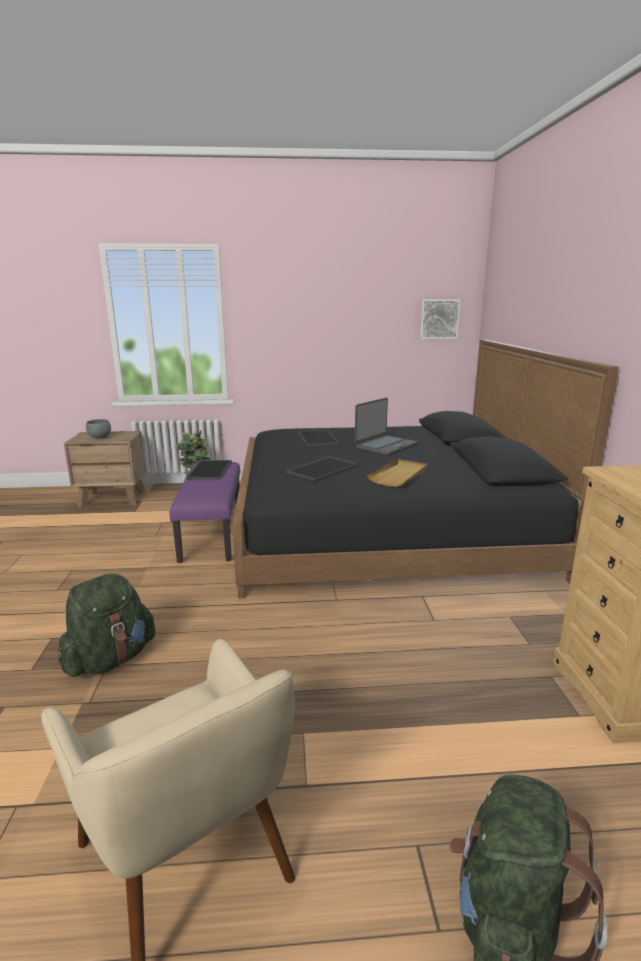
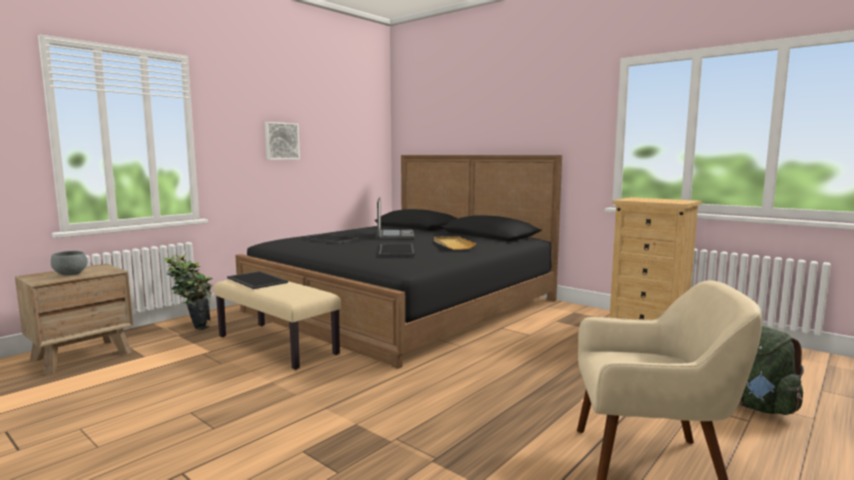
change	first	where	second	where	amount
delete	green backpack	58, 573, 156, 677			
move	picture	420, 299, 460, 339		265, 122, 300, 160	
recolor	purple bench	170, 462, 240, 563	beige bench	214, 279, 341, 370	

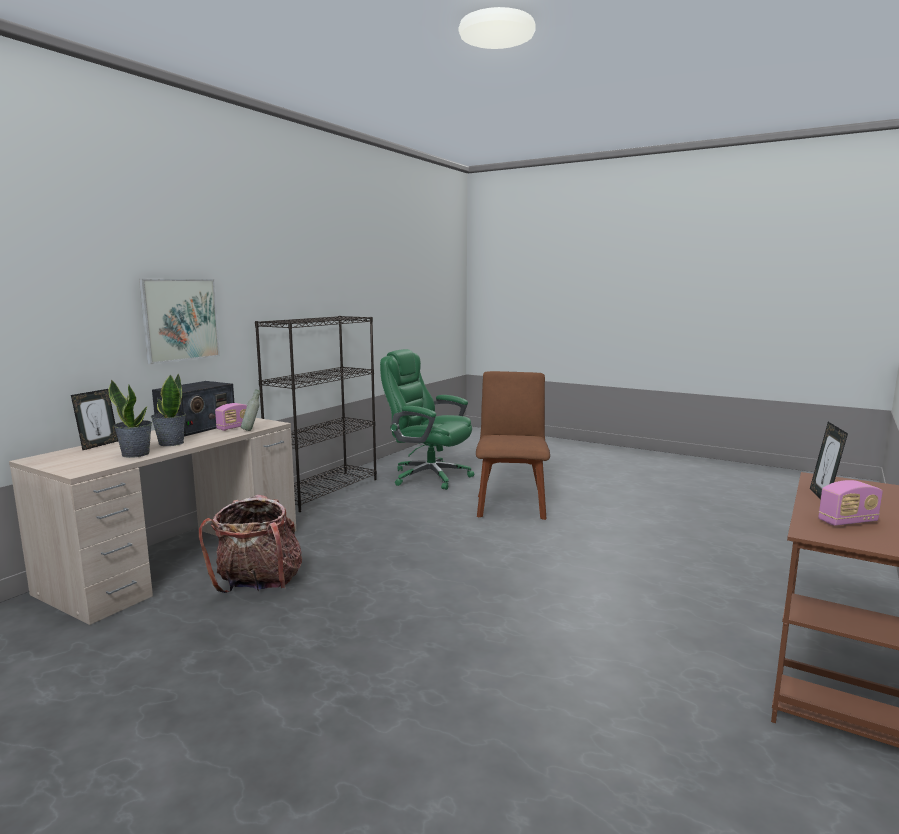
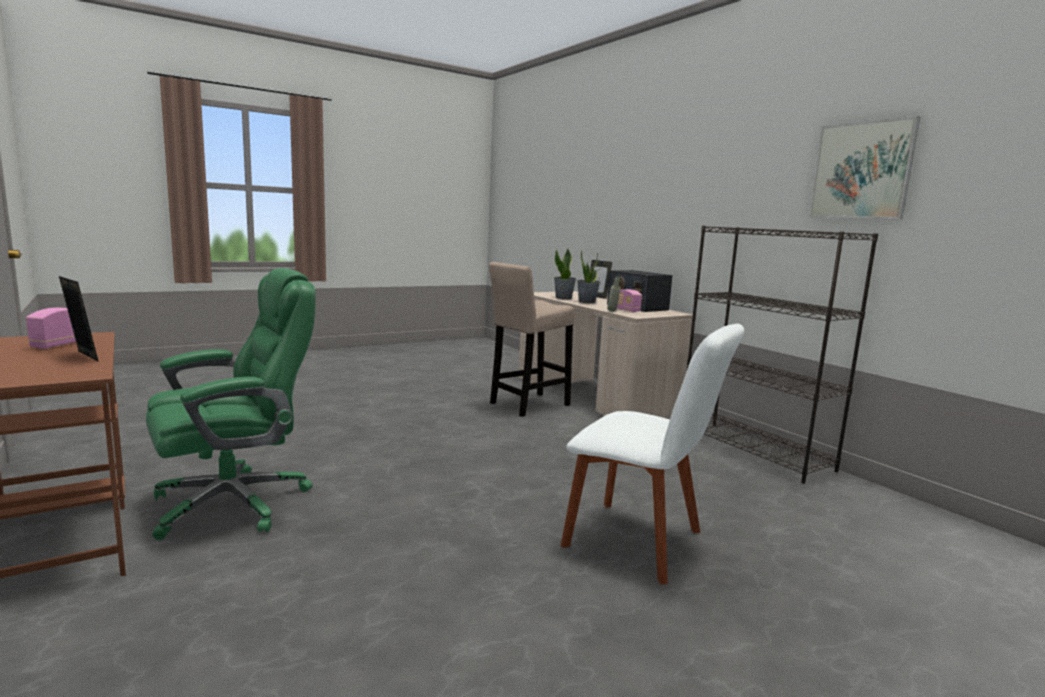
change	first	where	second	where	amount
move	picture	139, 279, 220, 364		809, 116, 920, 219	
move	green office chair	380, 349, 475, 490		146, 268, 316, 540	
replace	backpack	199, 495, 302, 593	beige stool	489, 262, 575, 417	
recolor	brown chair	476, 371, 550, 520	white chair	561, 324, 744, 585	

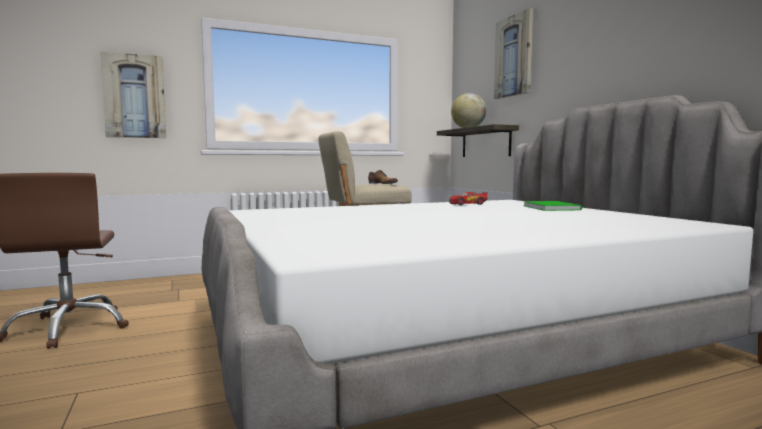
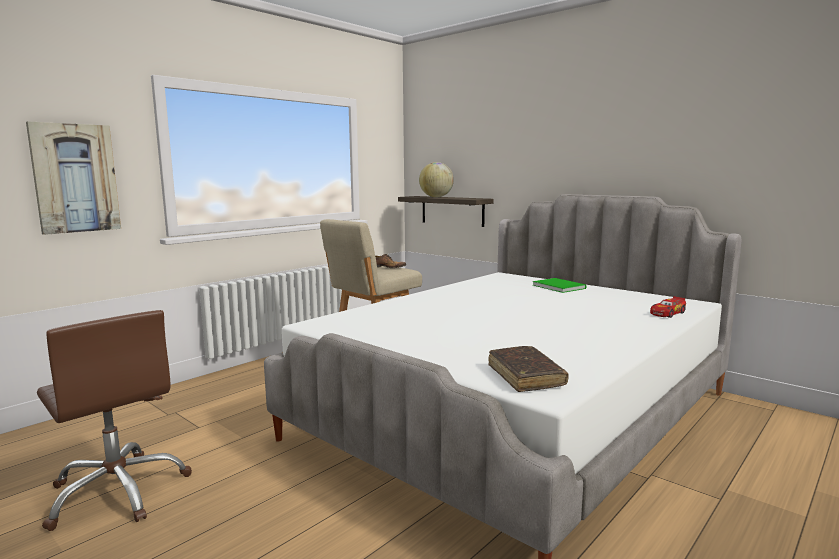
change	first	where	second	where	amount
delete	picture	494, 8, 533, 99			
insert			brown book	488, 346, 569, 392	
move	toy car	449, 192, 488, 205		650, 296, 686, 318	

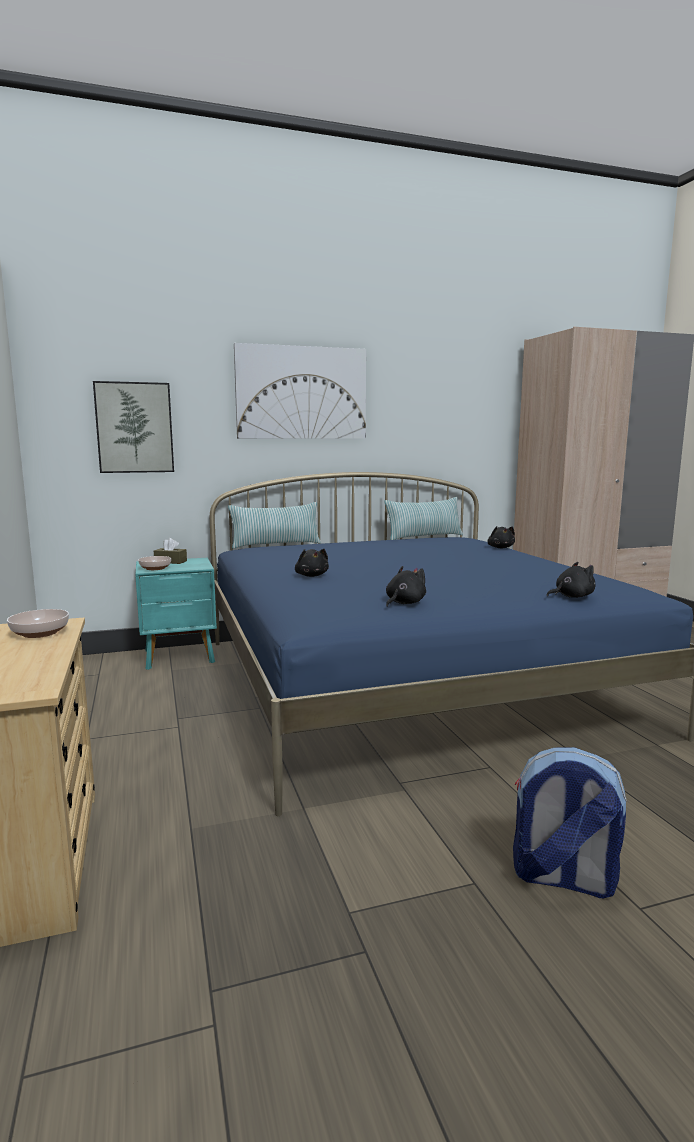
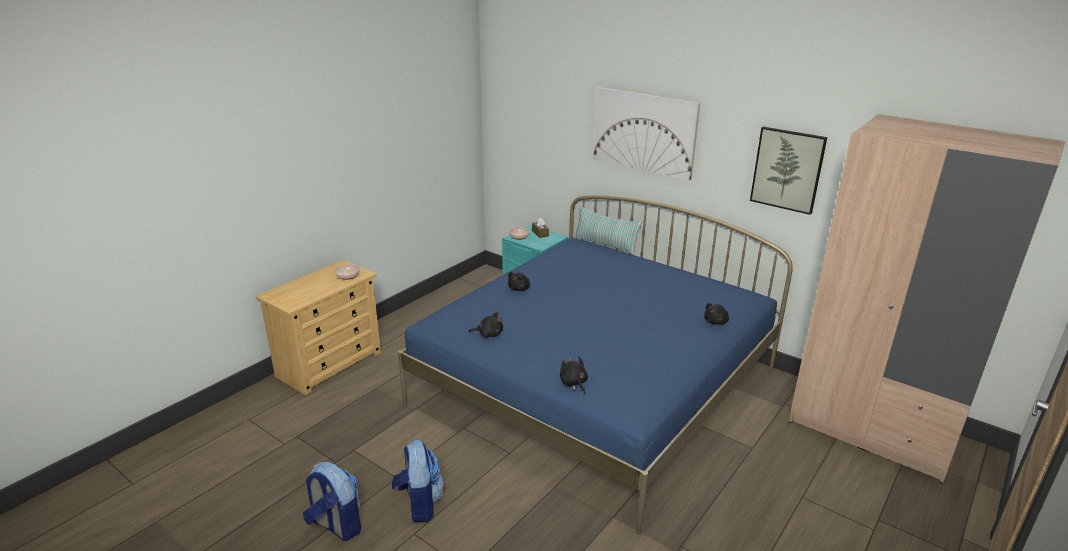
change	first	where	second	where	amount
delete	pillow	384, 497, 463, 540			
insert			backpack	303, 462, 361, 541	
move	picture	93, 381, 174, 473		750, 127, 827, 215	
rotate	black plush toy	547, 562, 596, 598		560, 357, 588, 394	150 degrees counterclockwise

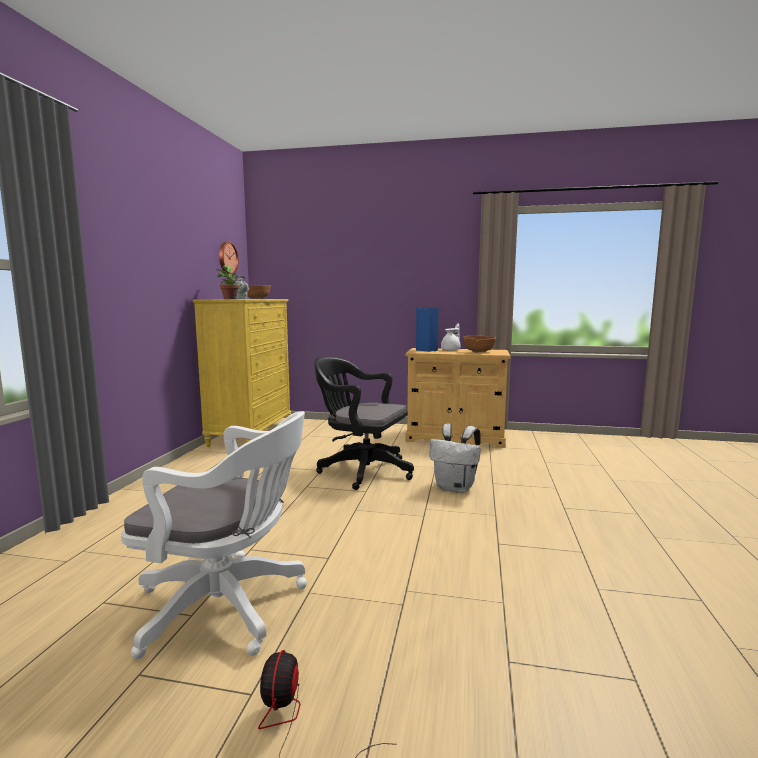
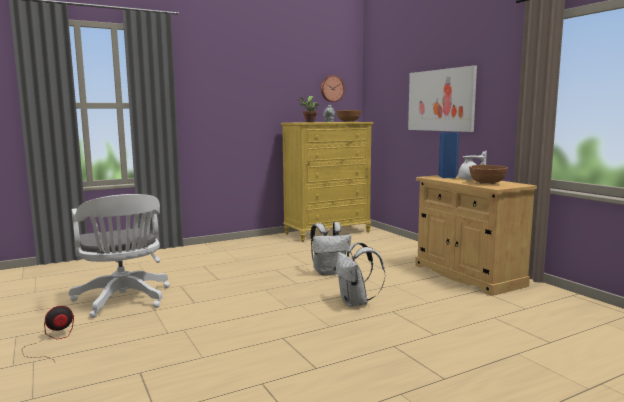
change	first	where	second	where	amount
insert			picture	408, 65, 477, 132	
replace	black office chair	314, 357, 414, 490	white backpack	310, 222, 351, 276	

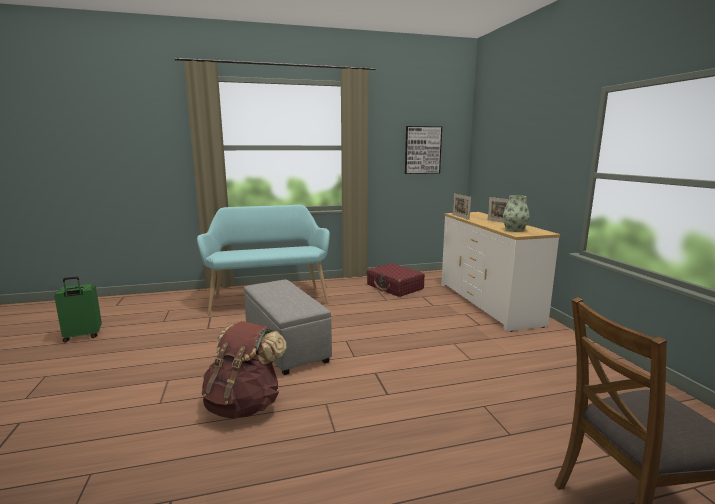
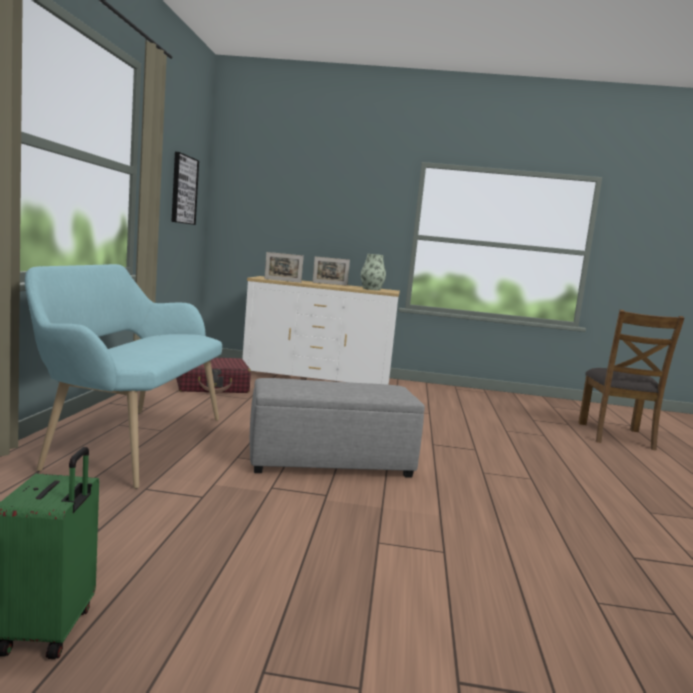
change	first	where	second	where	amount
delete	brown backpack	202, 321, 286, 419			

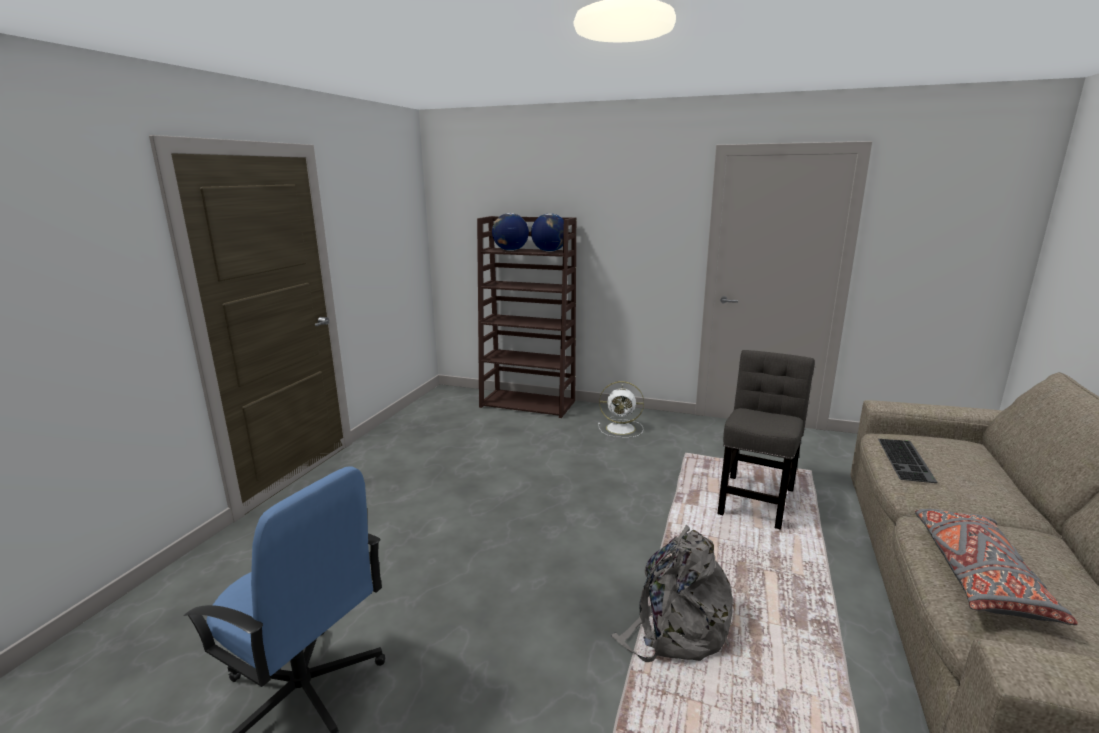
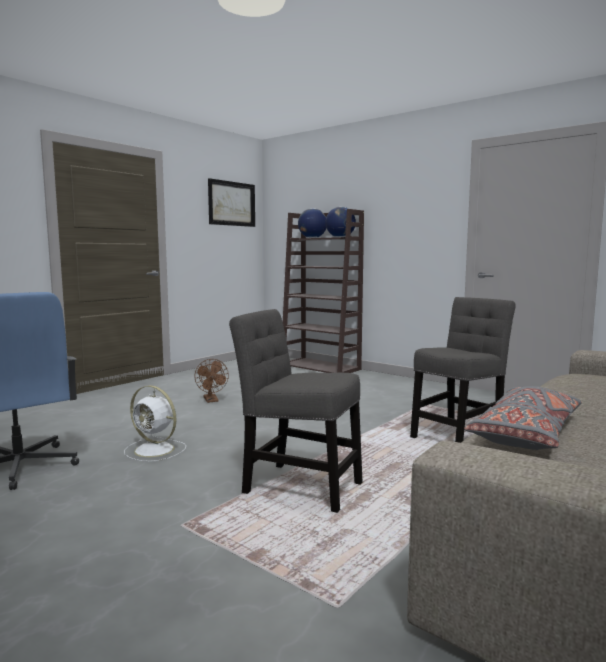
change	first	where	second	where	amount
delete	keyboard	878, 439, 938, 483			
insert			brown fan	195, 359, 229, 403	
insert			picture	208, 178, 255, 227	
move	white fan	598, 381, 644, 438		124, 385, 186, 462	
replace	grey backpack	611, 525, 733, 662	grey chair	229, 309, 363, 513	

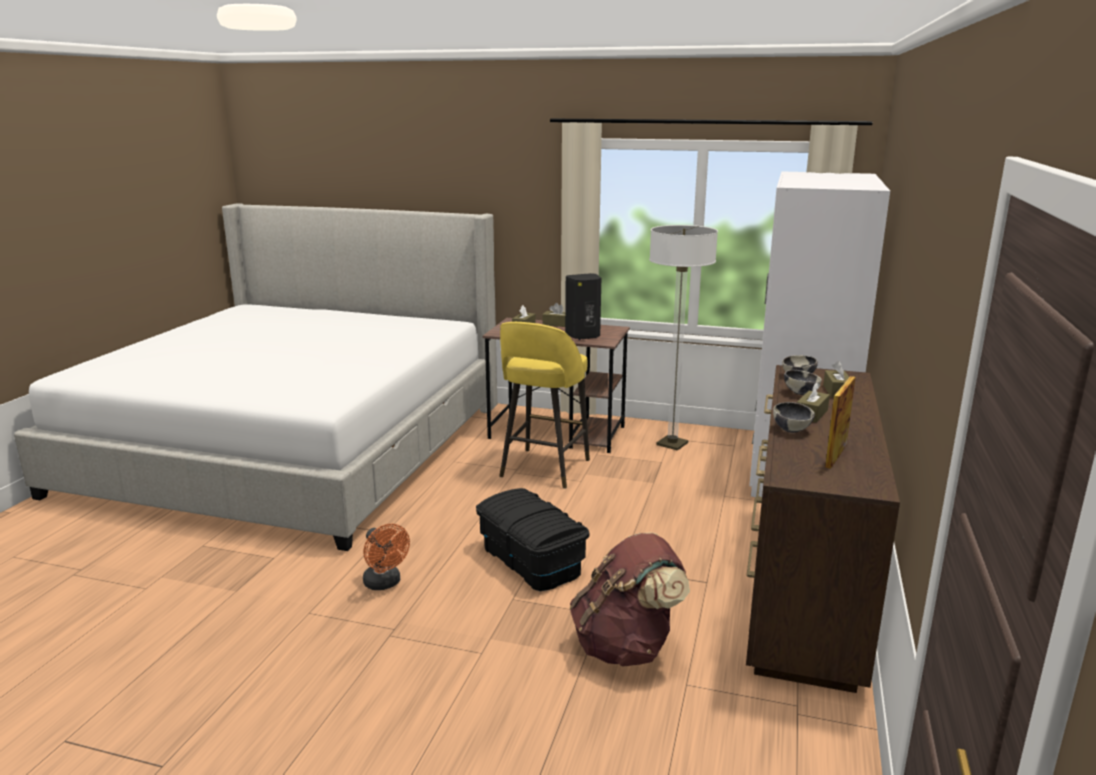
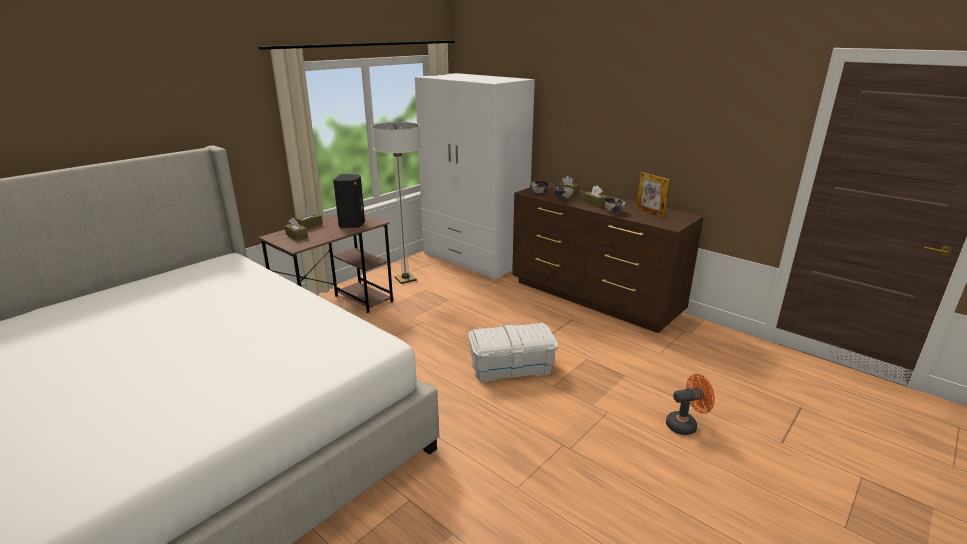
change	first	where	second	where	amount
delete	yellow stool	499, 322, 590, 489			
delete	brown backpack	570, 532, 690, 667			
move	orange fan	363, 524, 410, 590		666, 374, 715, 435	
recolor	black storage box	476, 488, 590, 591	white storage box	468, 323, 558, 382	

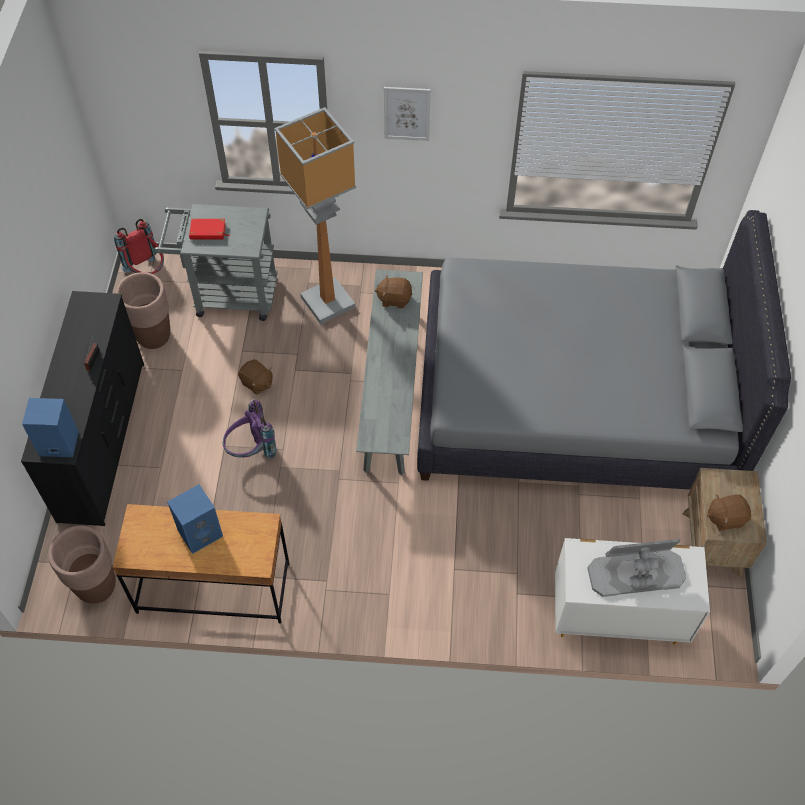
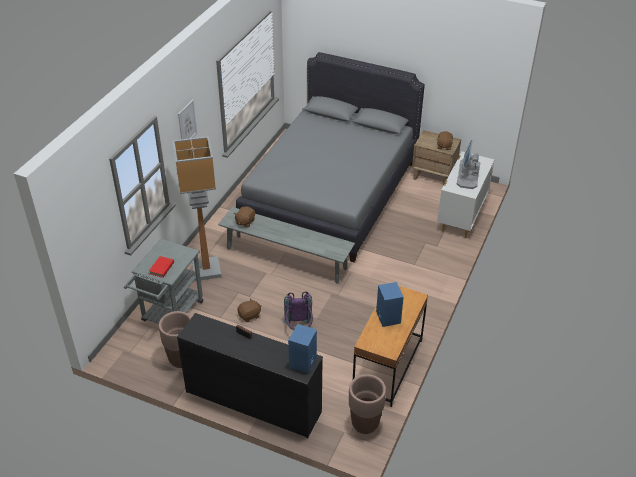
change	first	where	second	where	amount
delete	red backpack	114, 219, 164, 274			

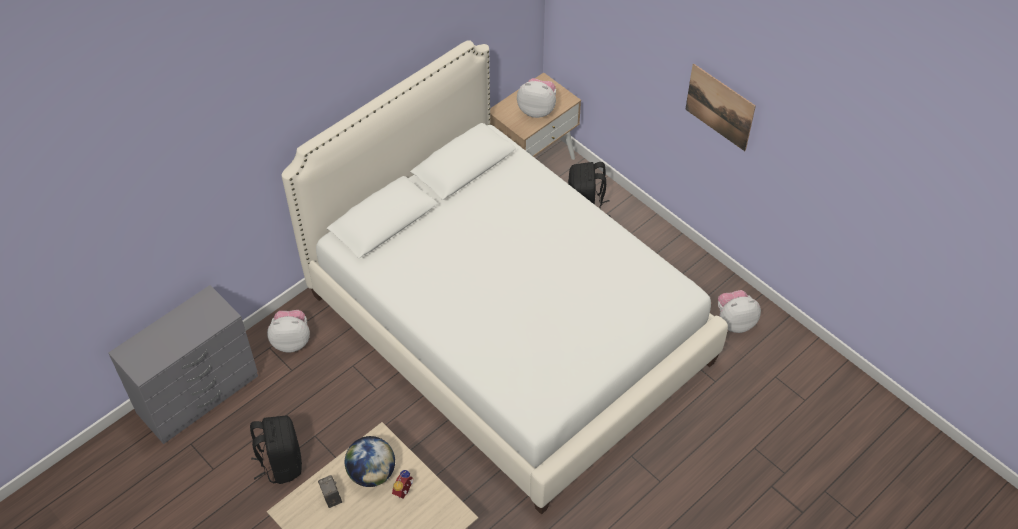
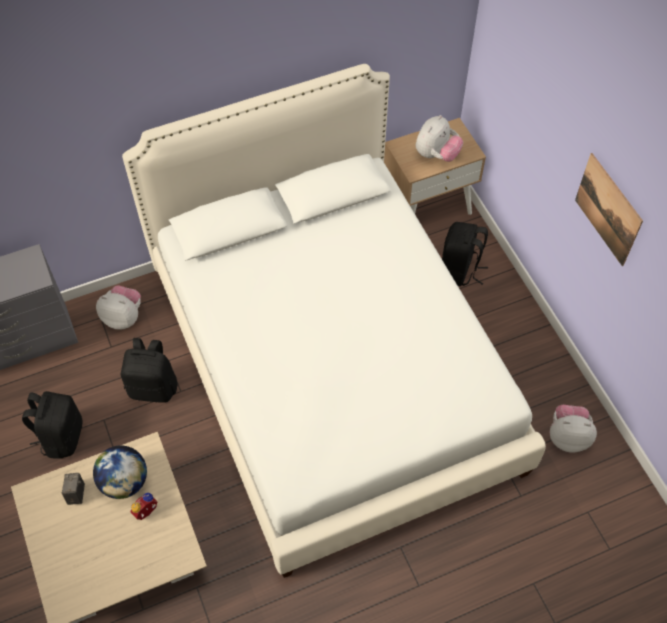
change	first	where	second	where	amount
insert			black backpack	121, 338, 178, 403	
rotate	plush toy	517, 78, 556, 118		415, 115, 463, 162	90 degrees clockwise

